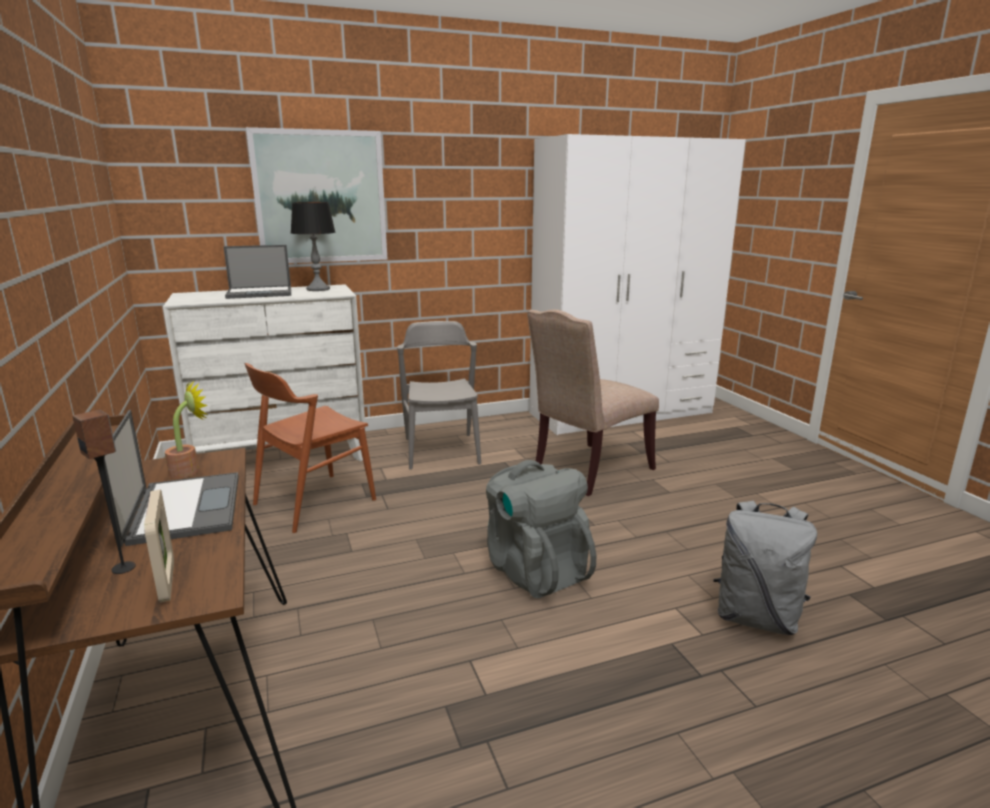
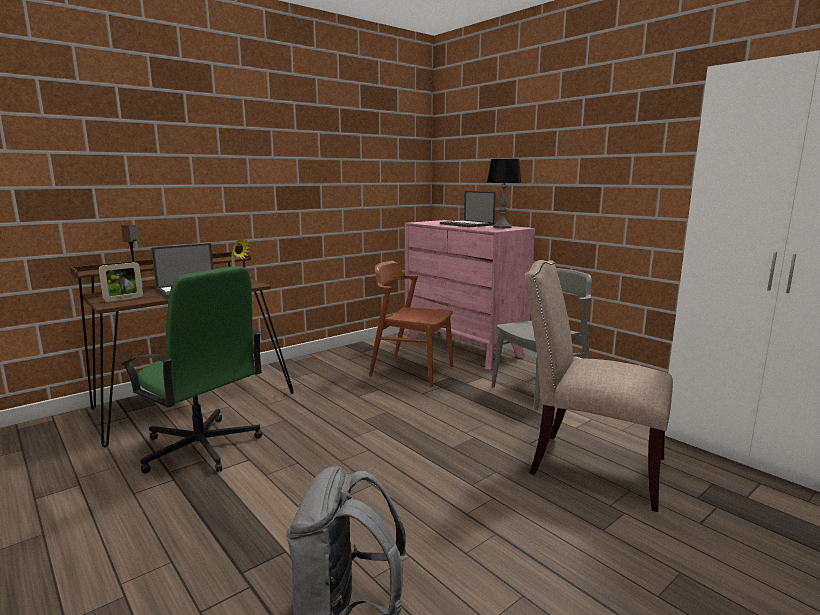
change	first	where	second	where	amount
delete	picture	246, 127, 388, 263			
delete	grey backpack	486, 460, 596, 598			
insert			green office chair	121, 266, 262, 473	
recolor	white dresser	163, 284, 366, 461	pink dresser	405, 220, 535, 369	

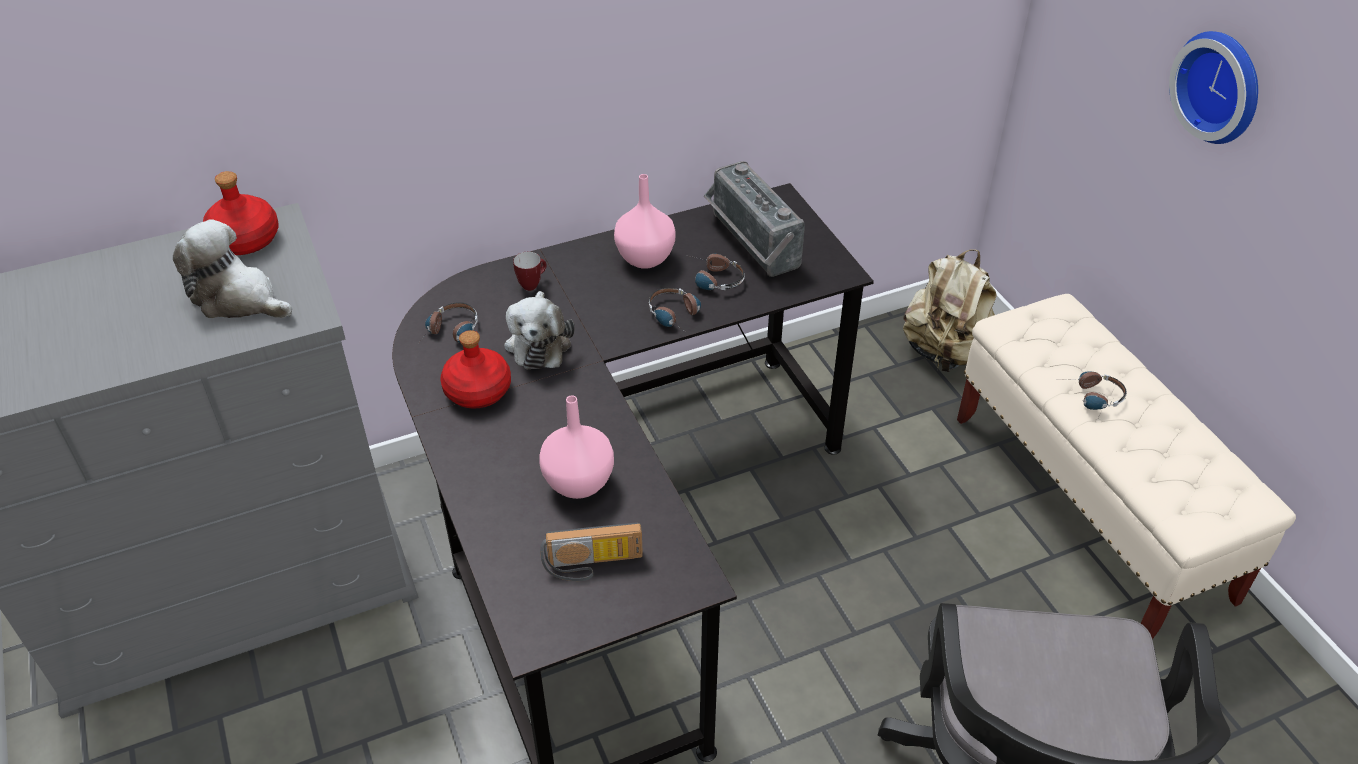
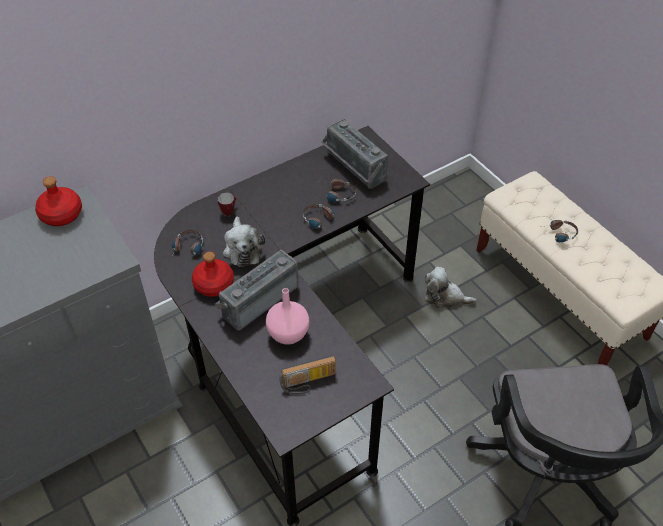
change	first	where	second	where	amount
delete	pink vase	614, 174, 676, 269			
delete	beige backpack	903, 249, 997, 372			
delete	wall clock	1169, 31, 1258, 144			
insert			radio	215, 250, 299, 331	
move	plush toy	173, 219, 292, 318		425, 267, 477, 309	

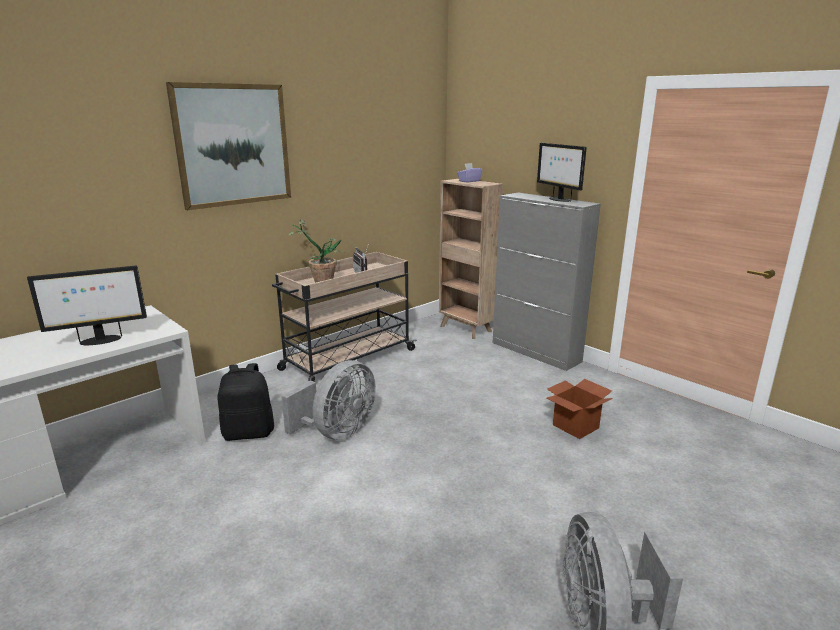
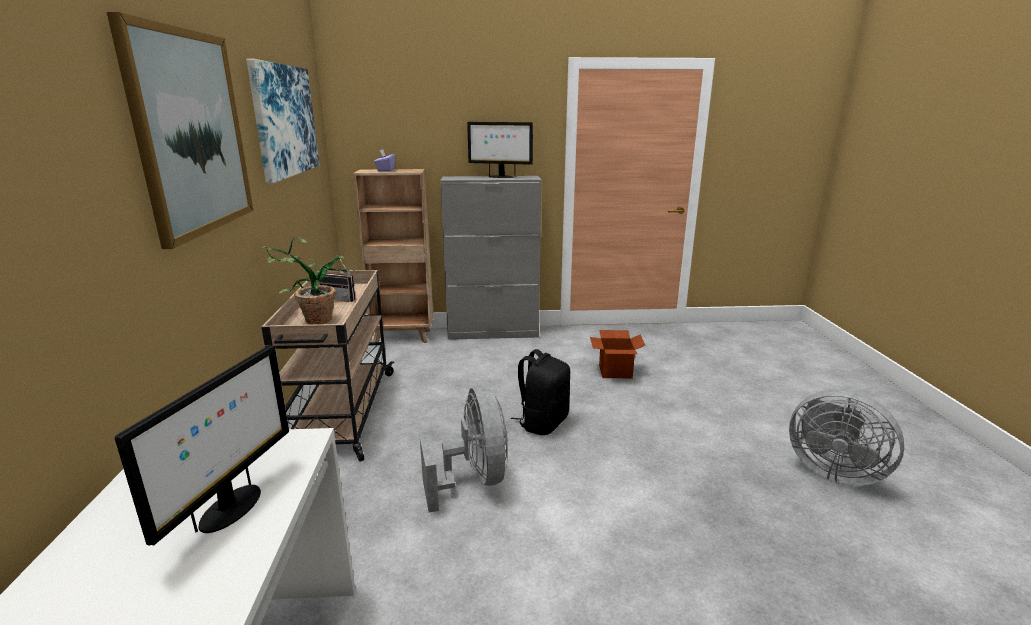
change	first	where	second	where	amount
insert			picture	246, 59, 319, 183	
move	black backpack	218, 363, 274, 441		511, 349, 570, 435	

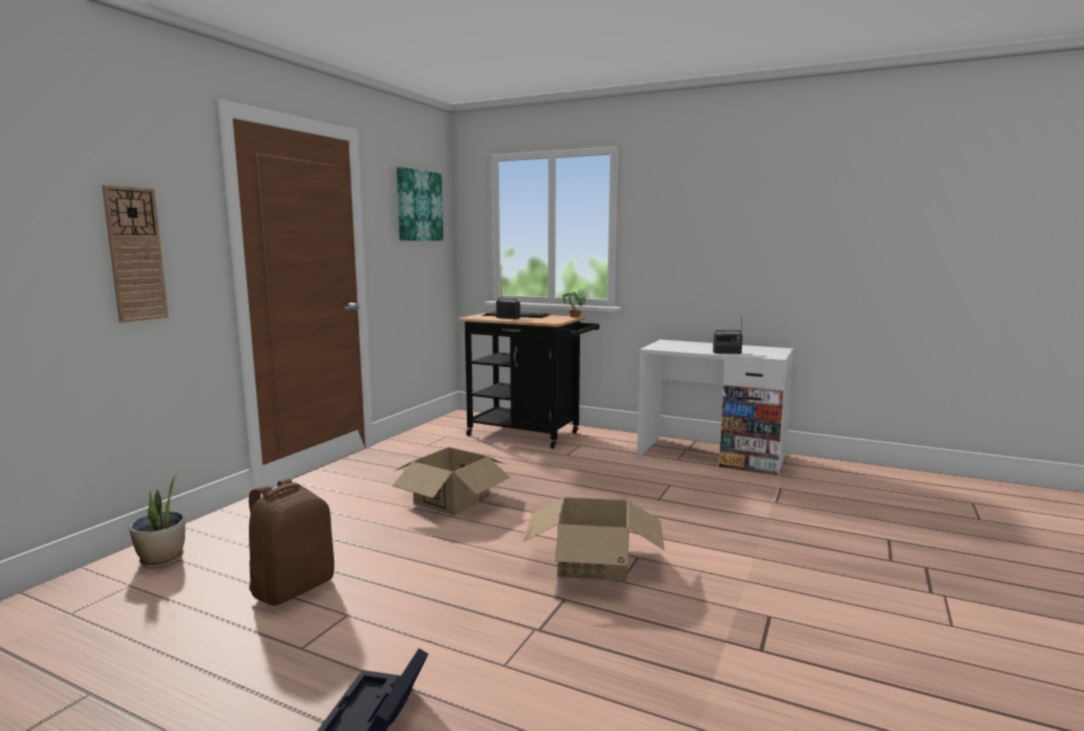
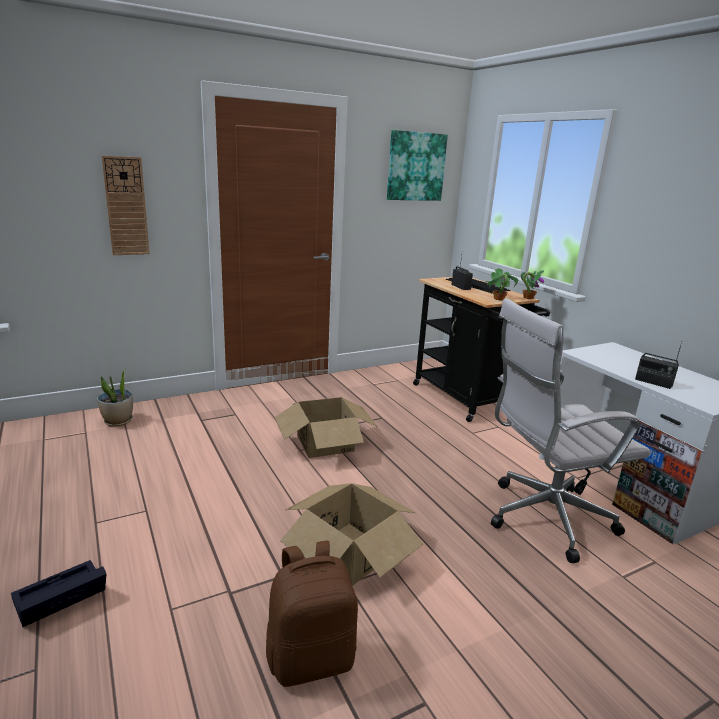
change	first	where	second	where	amount
insert			potted plant	486, 268, 518, 300	
insert			white office chair	491, 298, 651, 563	
move	brown backpack	249, 478, 334, 605		266, 541, 358, 687	

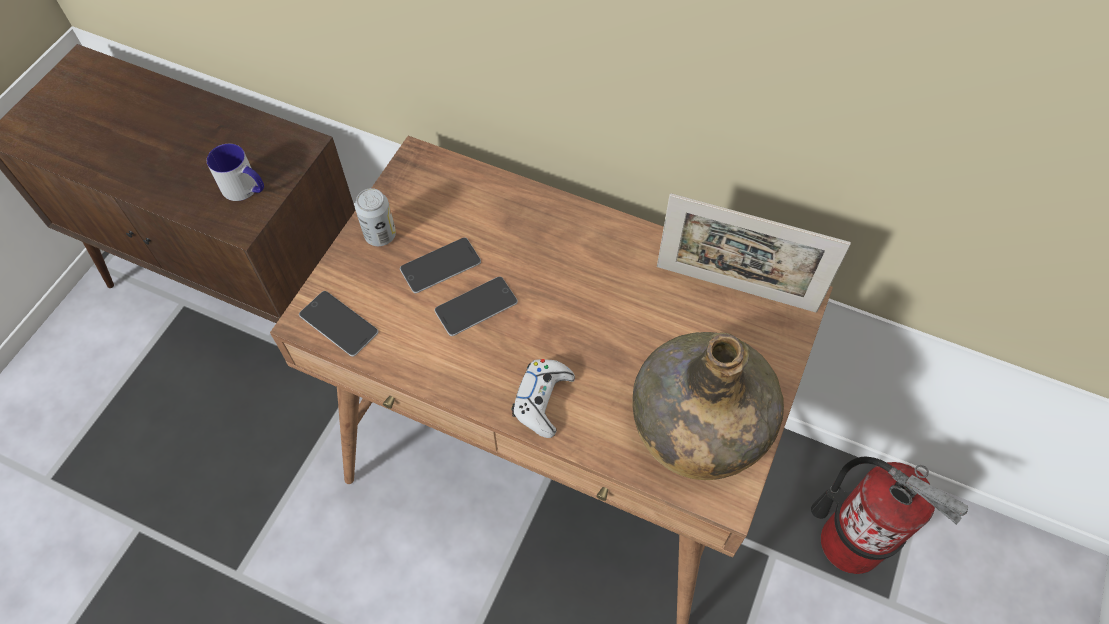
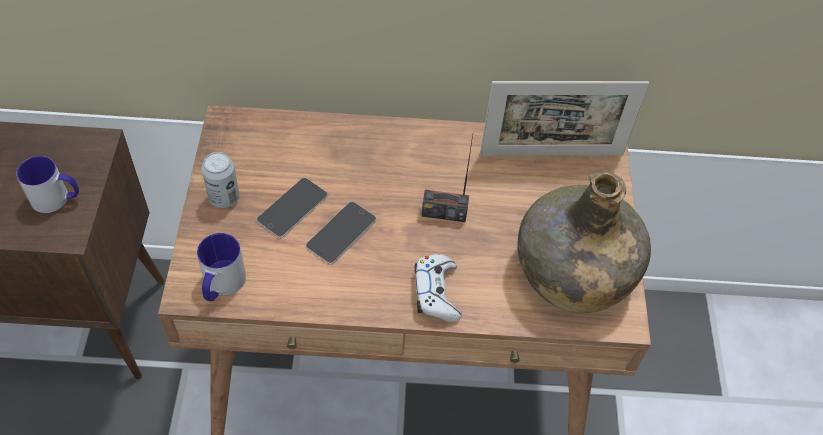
change	first	where	second	where	amount
delete	fire extinguisher	811, 457, 968, 574			
insert			radio	422, 135, 473, 222	
replace	phone	299, 291, 379, 357	mug	197, 233, 246, 301	

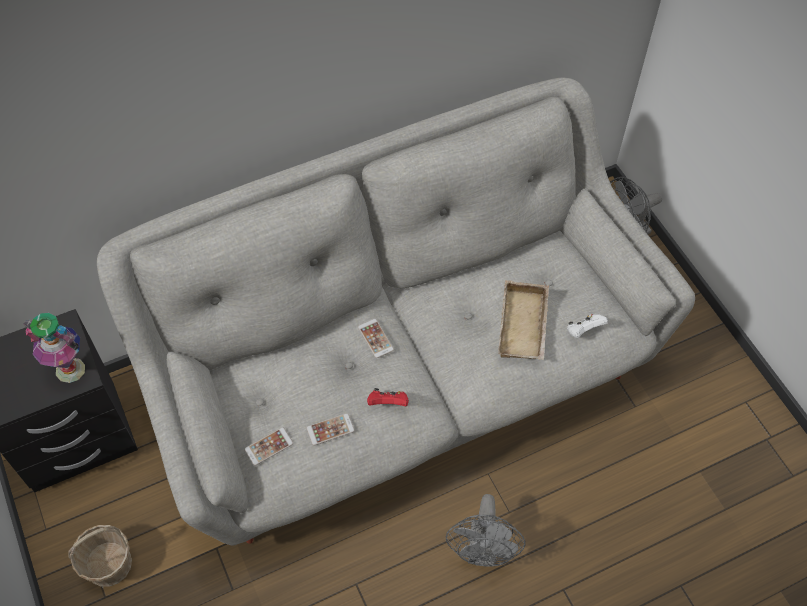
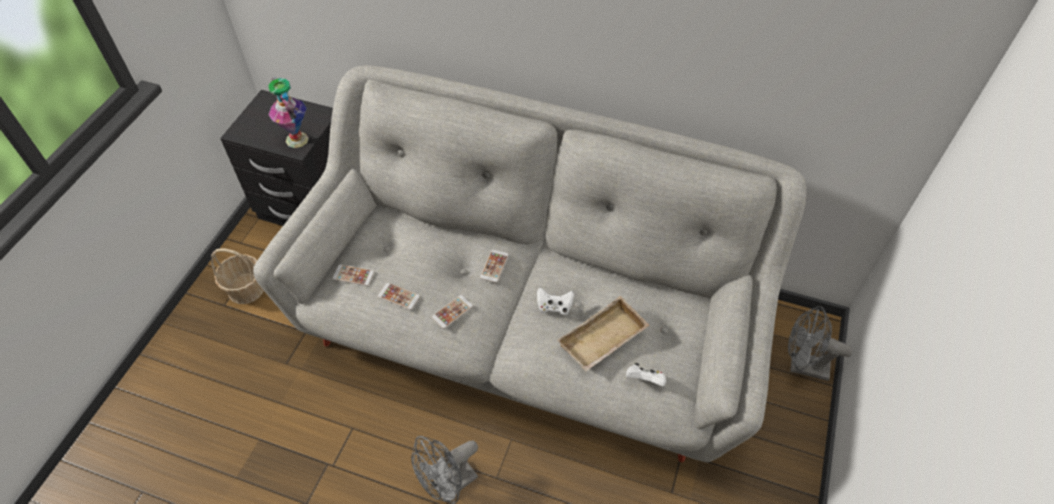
change	first	where	second	where	amount
insert			white game controller	537, 287, 574, 315	
replace	red game controller	367, 388, 409, 406	phone	432, 295, 473, 329	

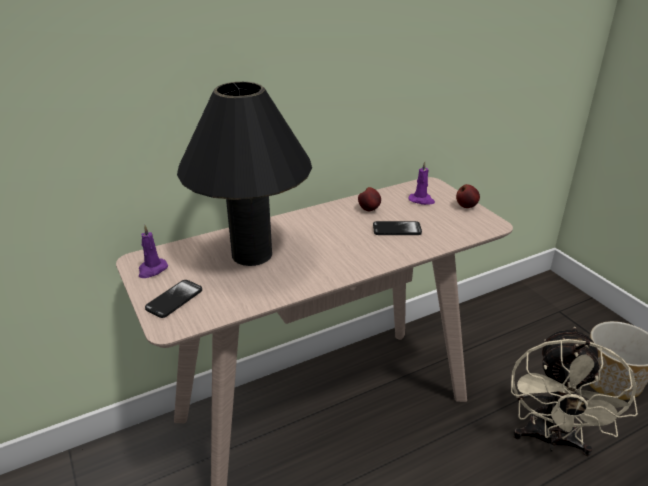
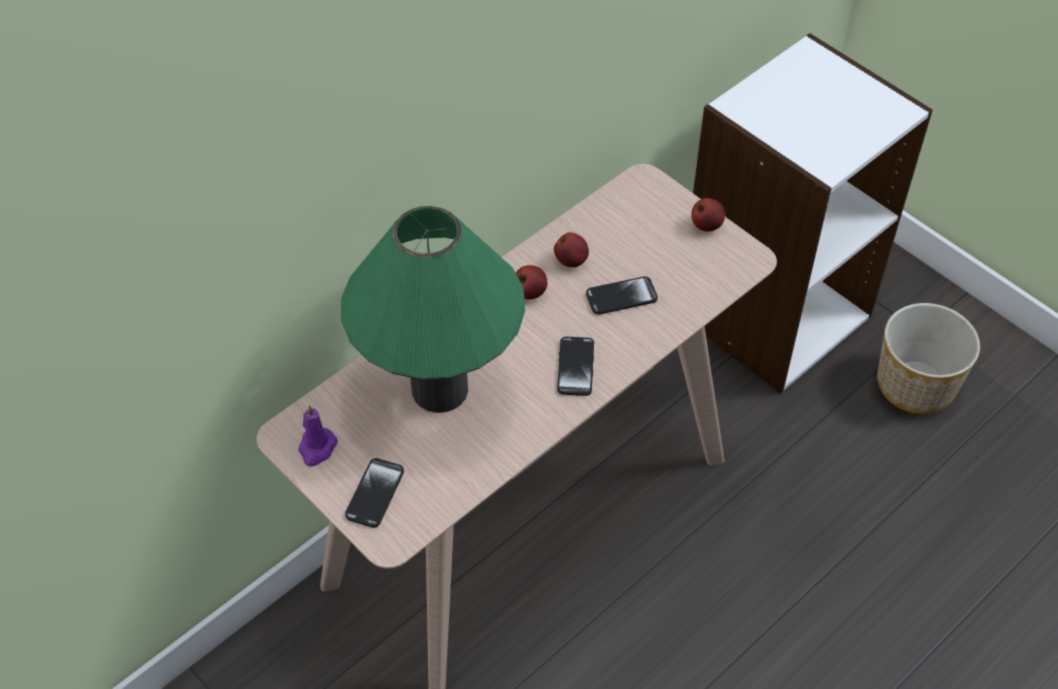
change	first	where	second	where	amount
delete	purple candle	409, 161, 435, 205			
delete	beige fan	511, 327, 638, 456			
insert			apple	516, 265, 547, 300	
insert			phone	557, 336, 594, 396	
insert			white bookcase	693, 33, 933, 393	
recolor	black table lamp	177, 82, 312, 266	green table lamp	341, 206, 525, 413	

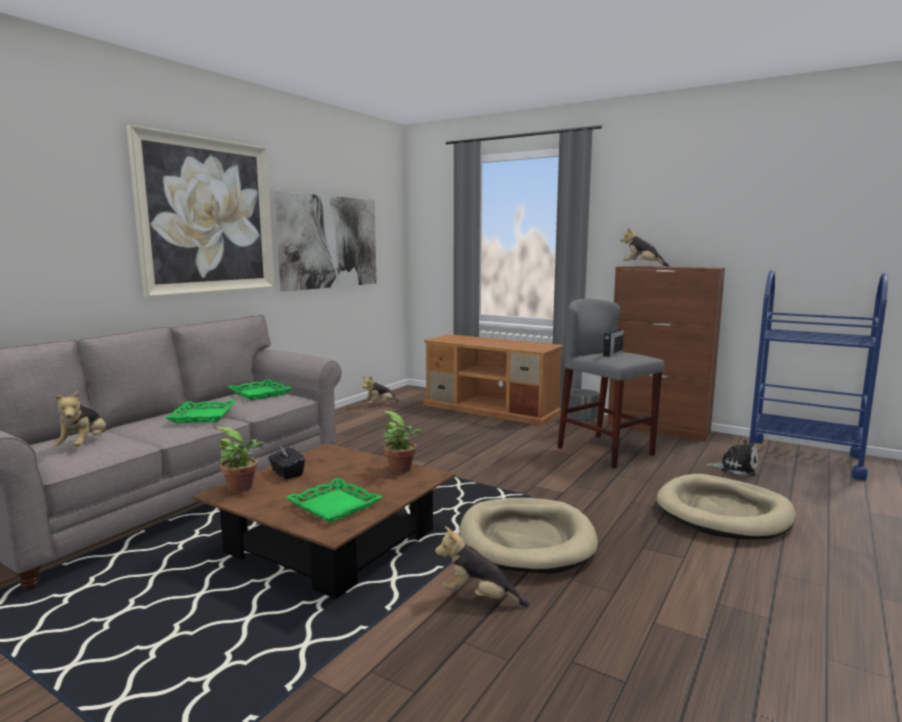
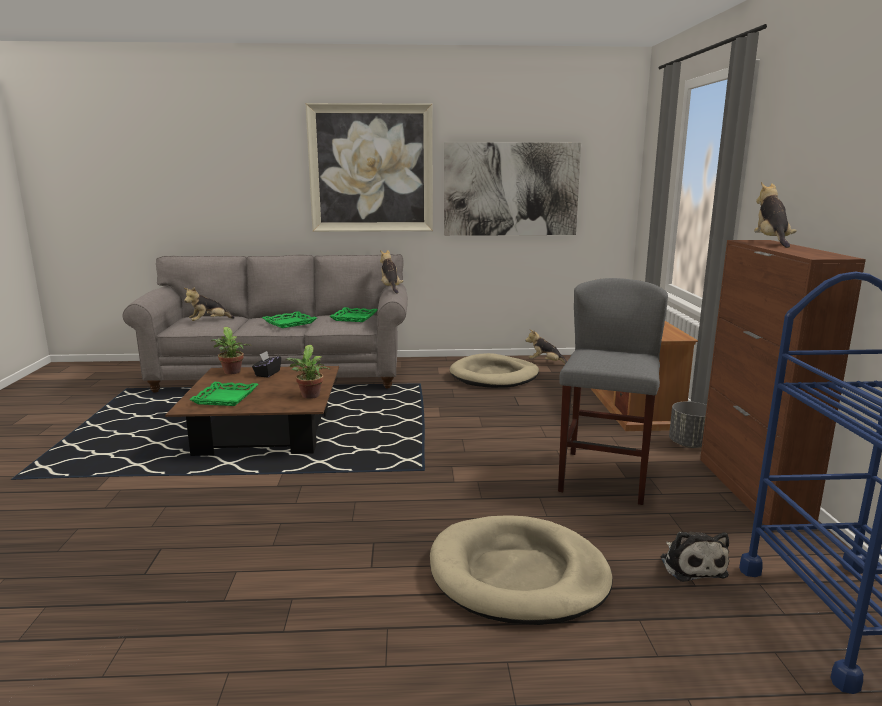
change	first	where	second	where	amount
delete	radio	603, 325, 624, 357			
move	plush toy	435, 526, 530, 607		380, 250, 403, 294	
move	beige dog bed	460, 498, 598, 574		450, 353, 539, 388	

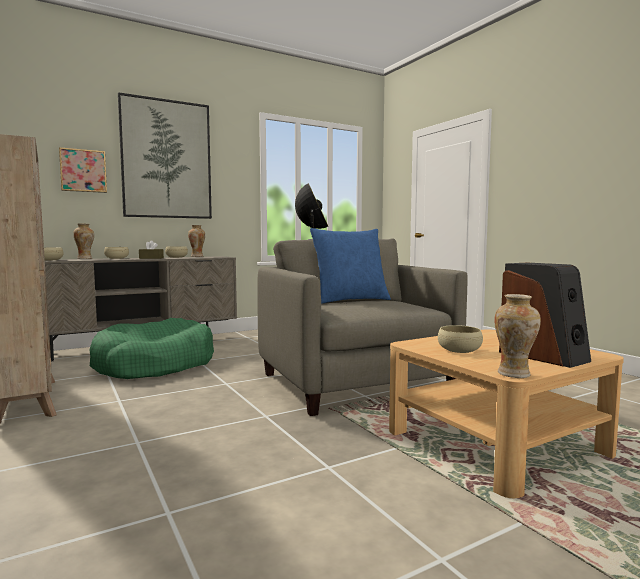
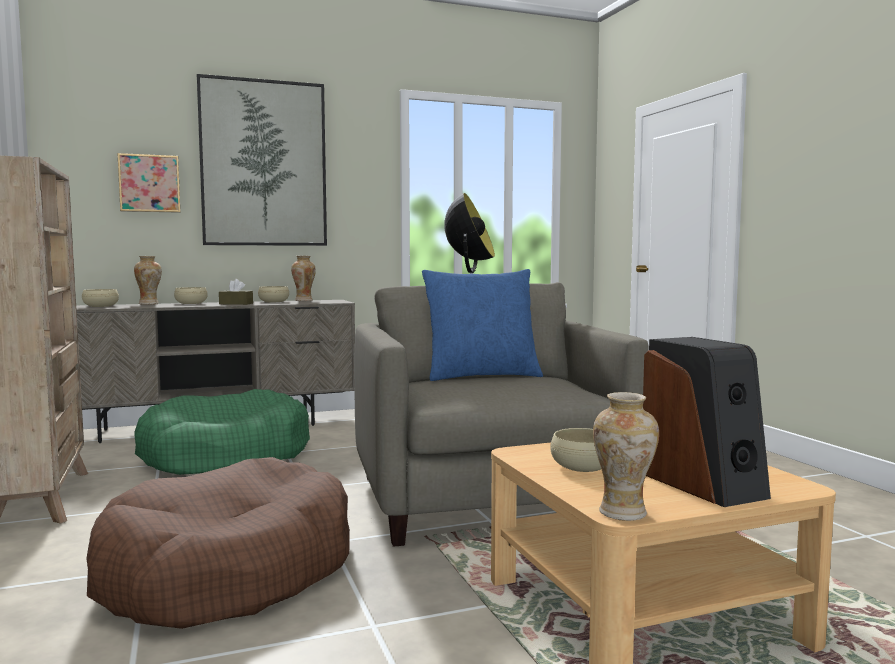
change	first	where	second	where	amount
insert			brown dog bed	86, 457, 350, 629	

